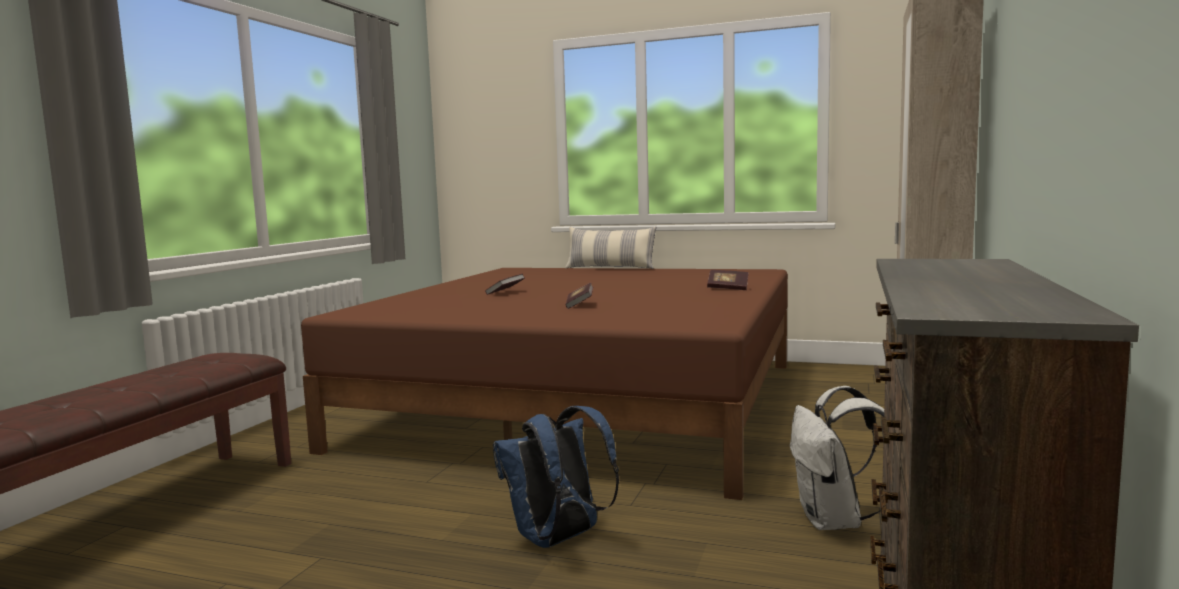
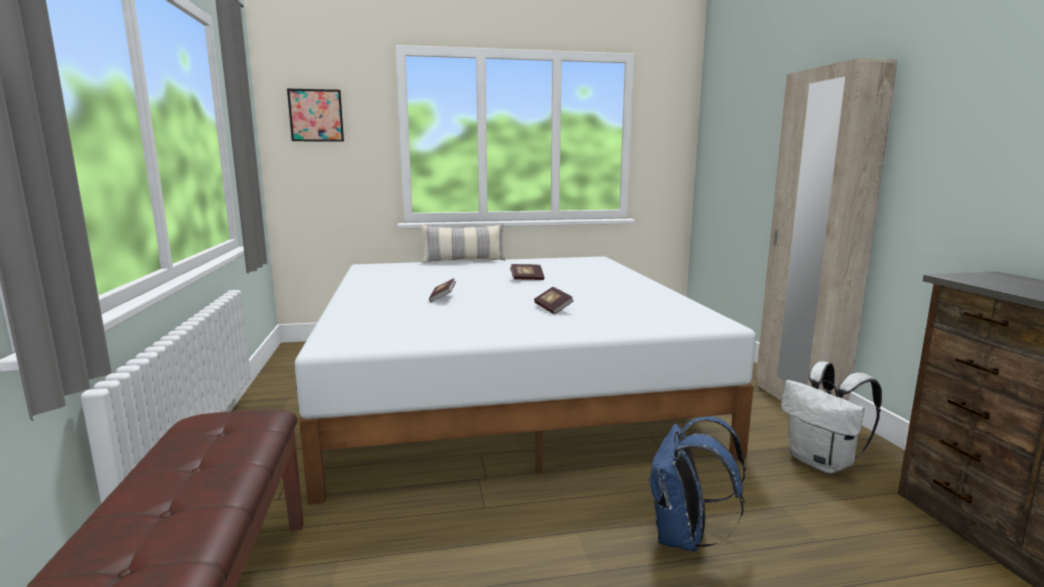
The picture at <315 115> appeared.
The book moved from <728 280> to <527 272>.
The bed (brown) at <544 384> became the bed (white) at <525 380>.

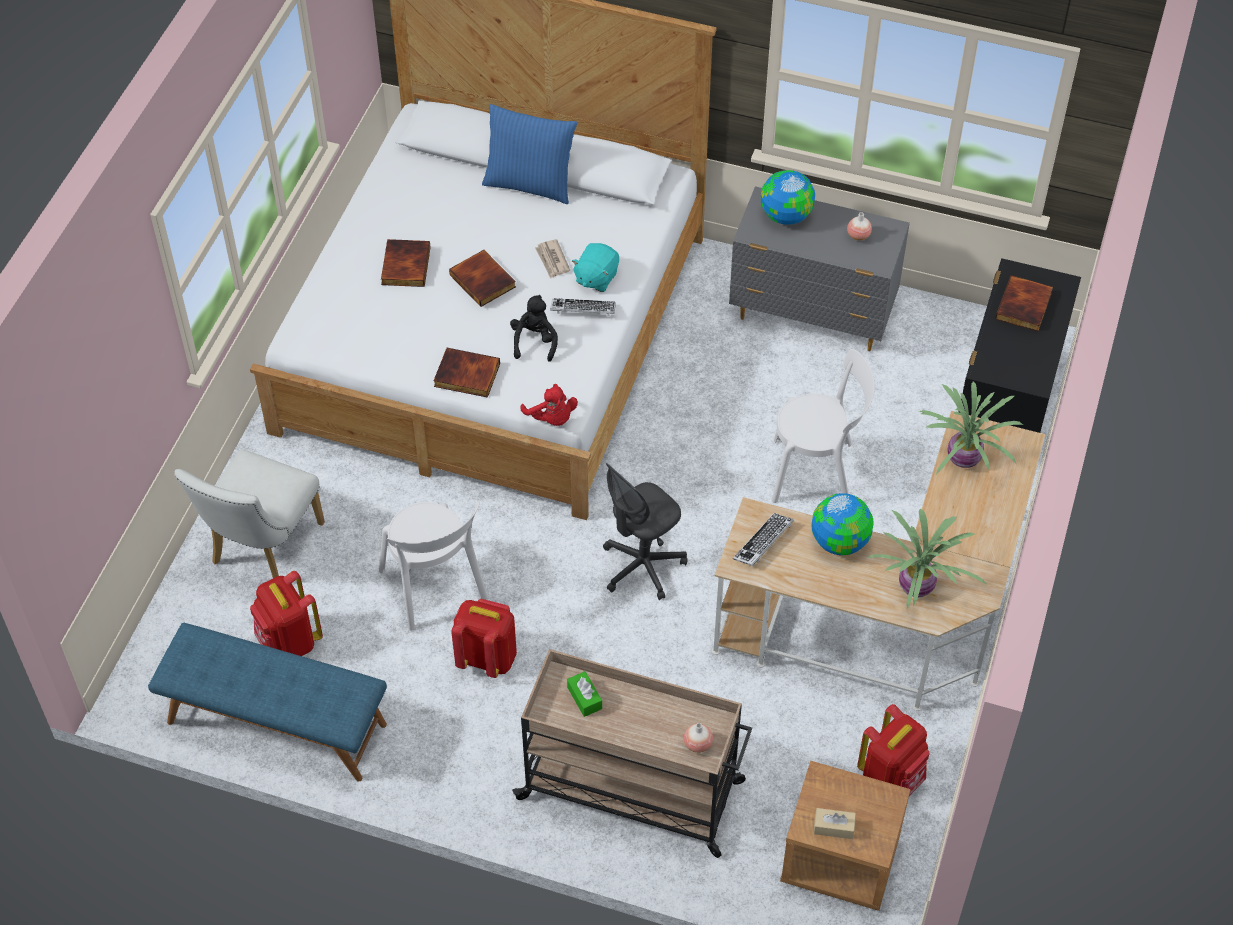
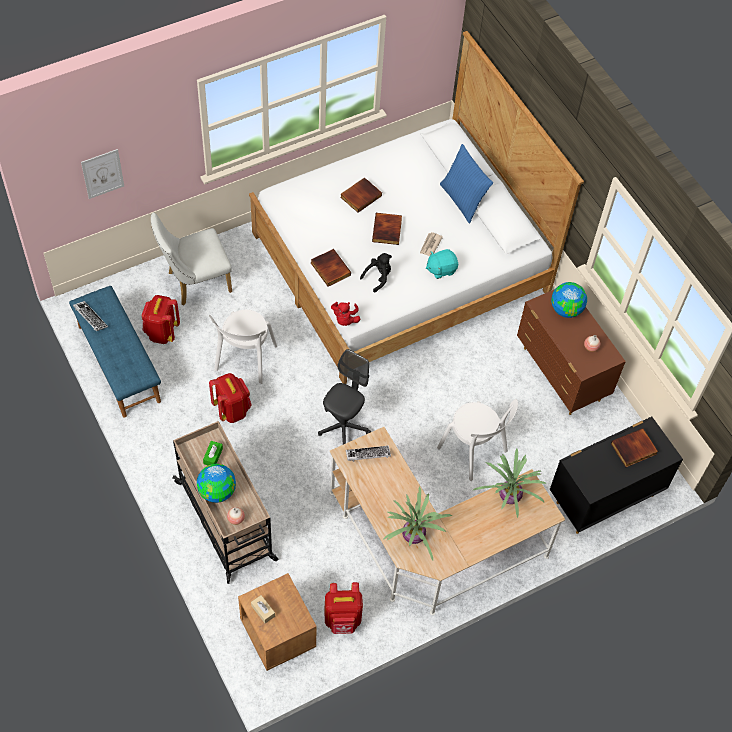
The picture at <102 174> appeared.
The keyboard moved from <583 307> to <90 316>.
The globe moved from <842 524> to <216 483>.
The dresser (grey) at <819 268> became the dresser (brown) at <571 352>.
The office chair (grey) at <645 531> turned 120 degrees clockwise.

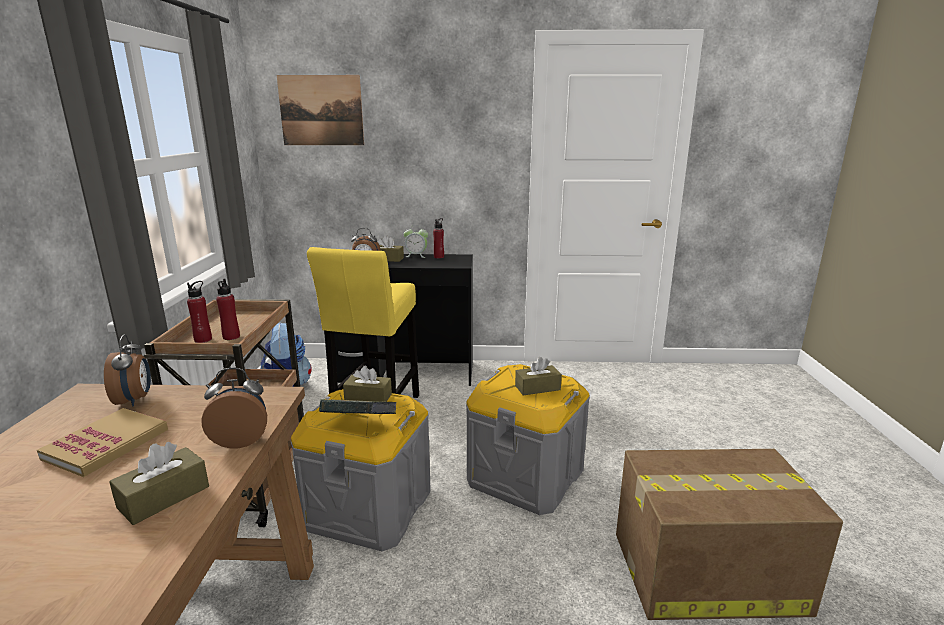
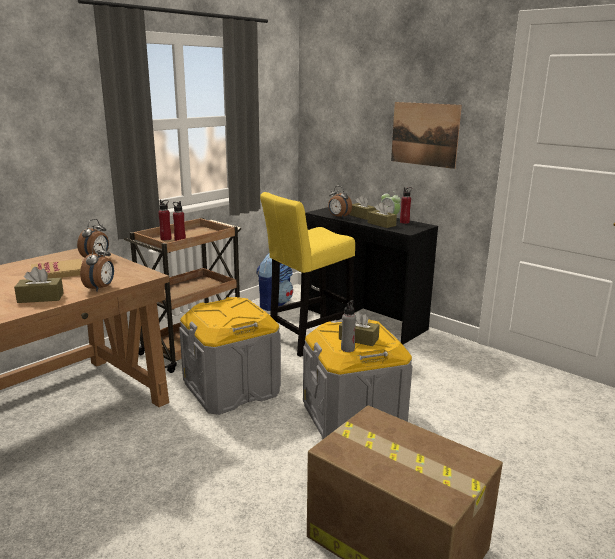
The book at <358 406> disappeared.
The bottle (grey) at <348 326> appeared.
The picture moved from <320 110> to <426 135>.
The tissue box (brown) moved from <367 383> to <382 215>.
The alarm clock at <234 408> turned 75 degrees clockwise.

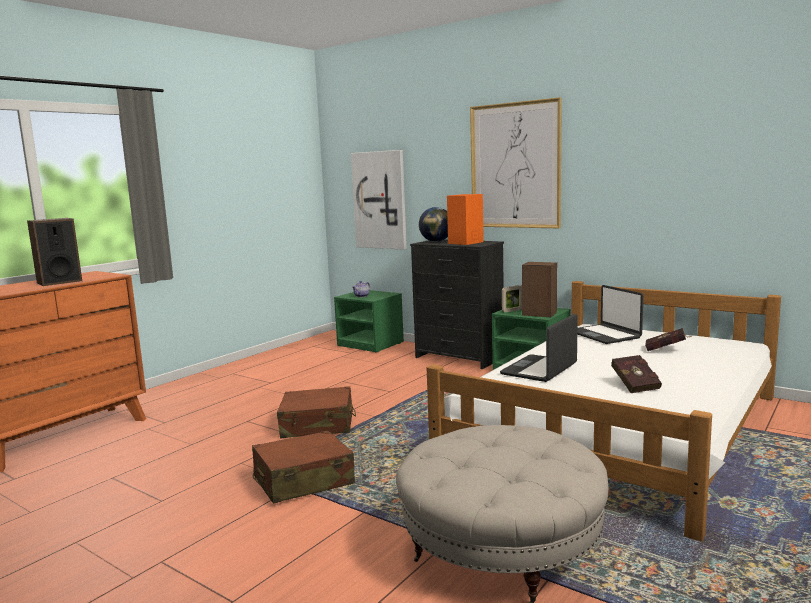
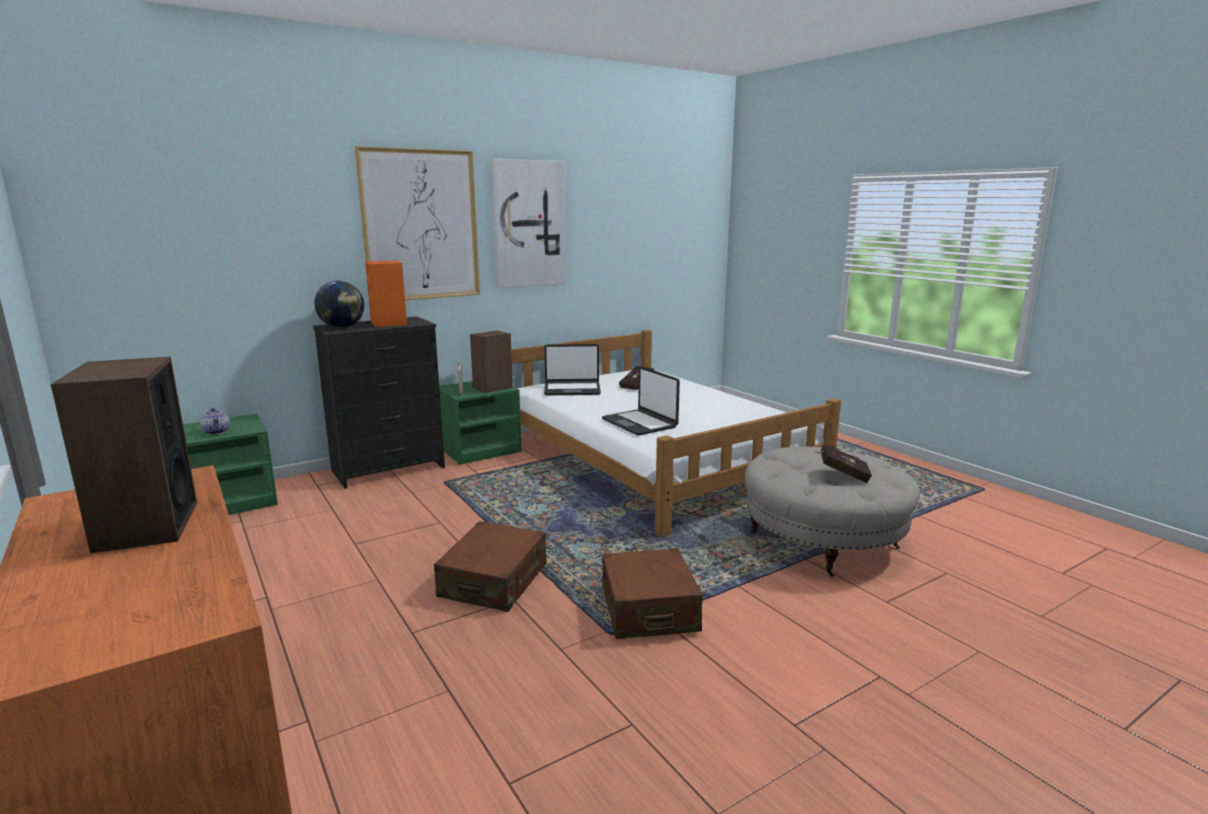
The picture moved from <379 200> to <528 223>.
The book (red) moved from <636 374> to <843 463>.

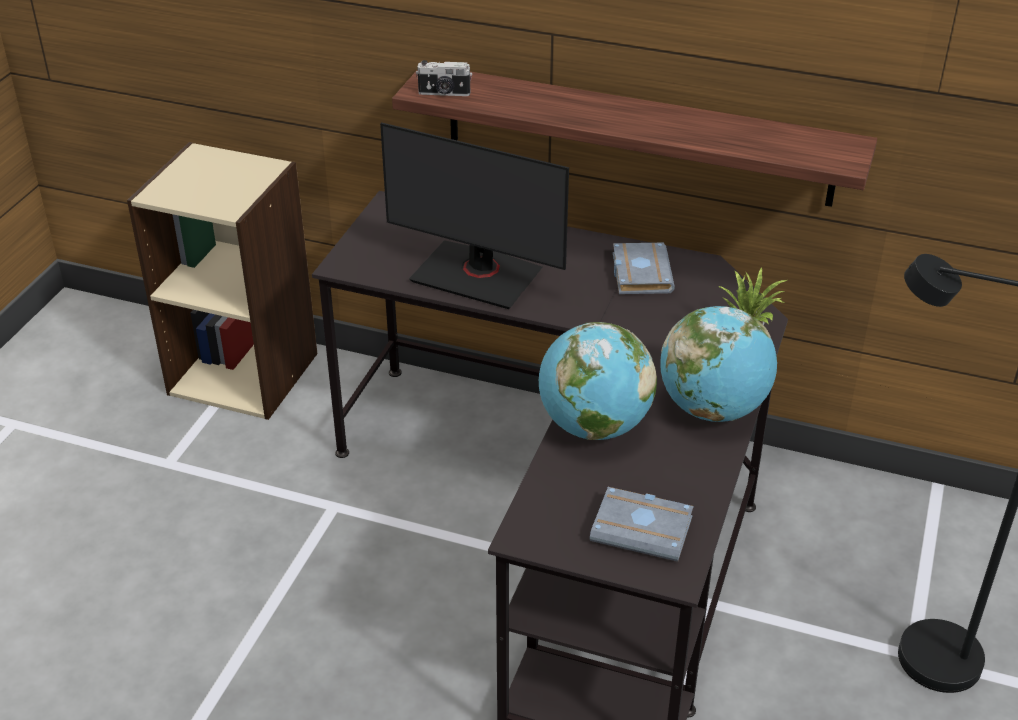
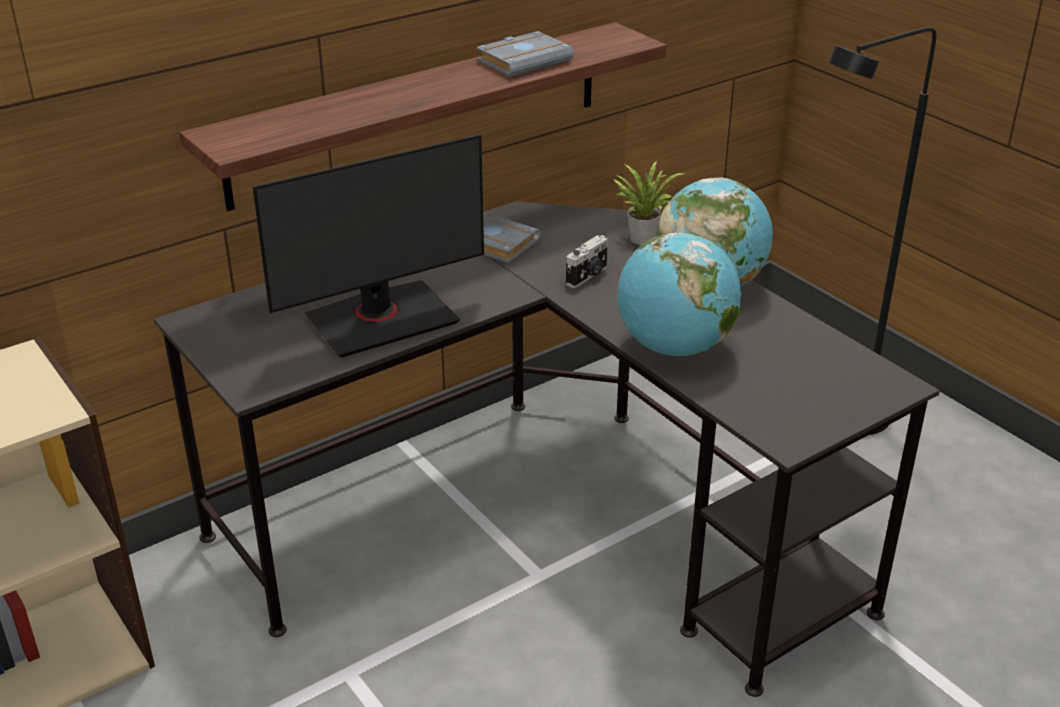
The photo camera moved from <444 78> to <587 261>.
The book (grey) moved from <642 524> to <525 54>.

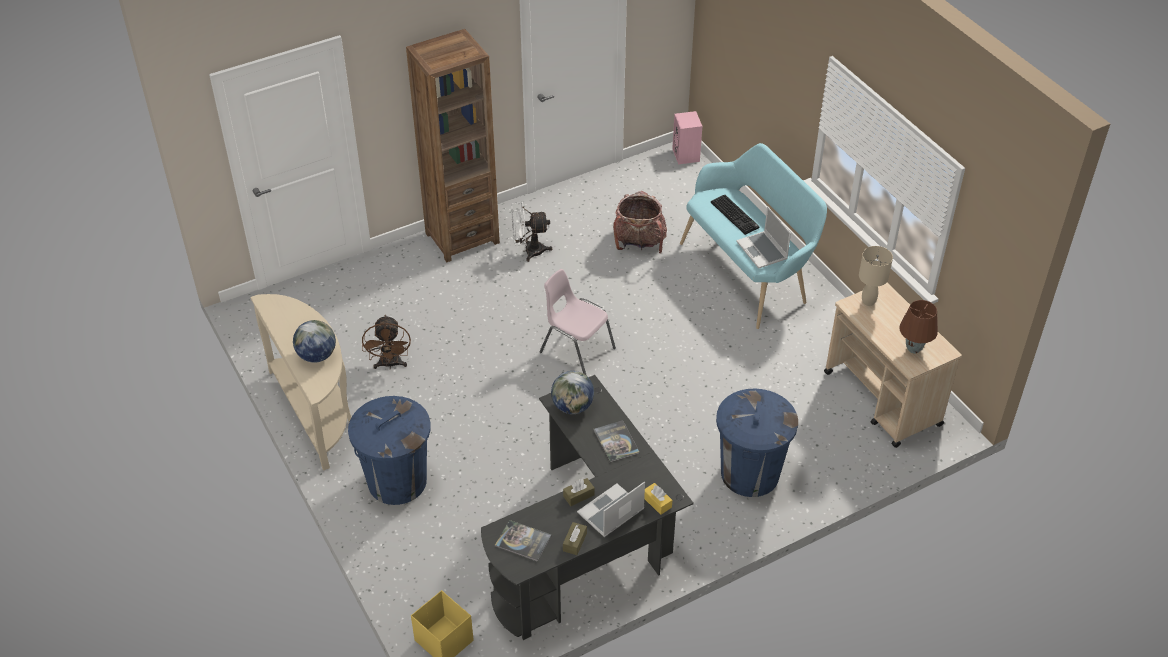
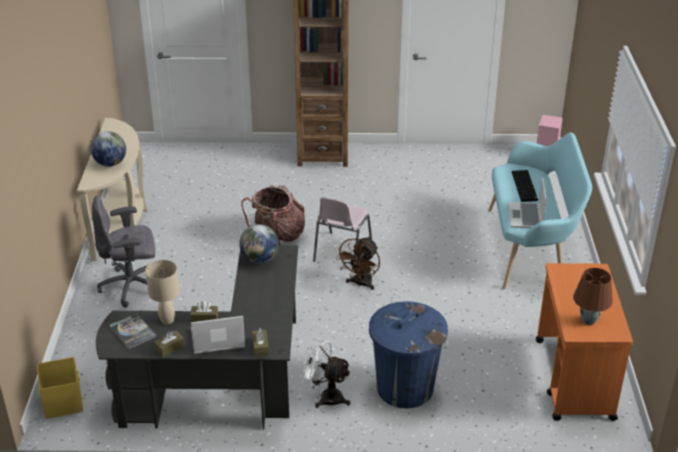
The book at <616 441> disappeared.
The fan (brown) moved from <386 341> to <358 263>.
The fan (white) moved from <531 231> to <325 373>.
The backpack moved from <640 222> to <273 215>.
The table lamp (beige) moved from <876 276> to <162 292>.
The trash can (blue) at <389 450> was replaced by the office chair (grey) at <123 251>.
The tissue box (yellow) at <658 499> became the tissue box (brown) at <260 342>.
The cart (beige) at <893 365> became the cart (orange) at <584 342>.
The chair (pink) at <577 322> turned 135 degrees counterclockwise.

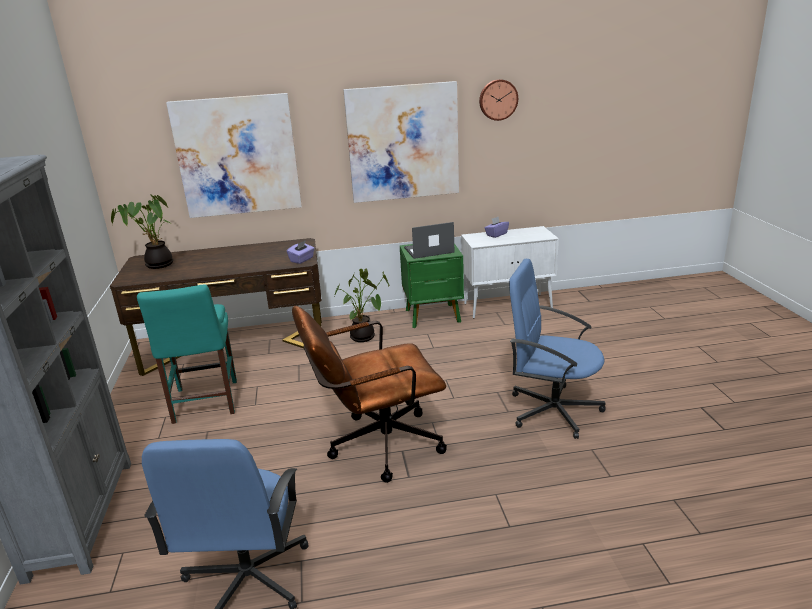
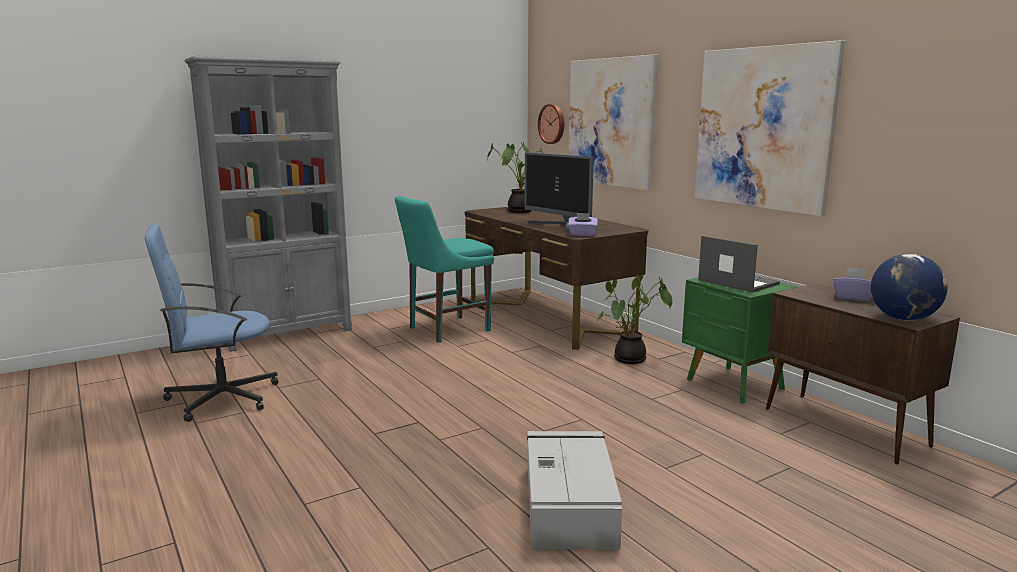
The office chair (brown) at <369 394> disappeared.
The monitor at <559 192> appeared.
The globe at <909 287> appeared.
The wall clock moved from <498 100> to <551 124>.
The office chair (blue) at <557 349> was replaced by the storage box (grey) at <574 490>.
The cabinet (white) at <510 272> became the cabinet (brown) at <863 374>.

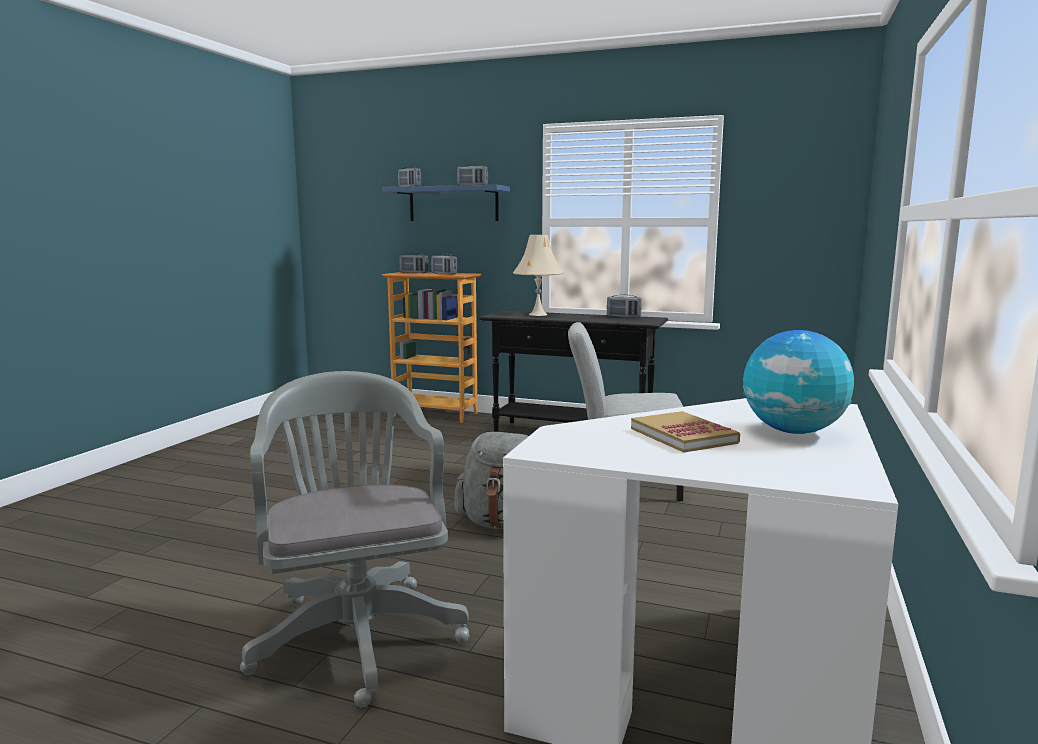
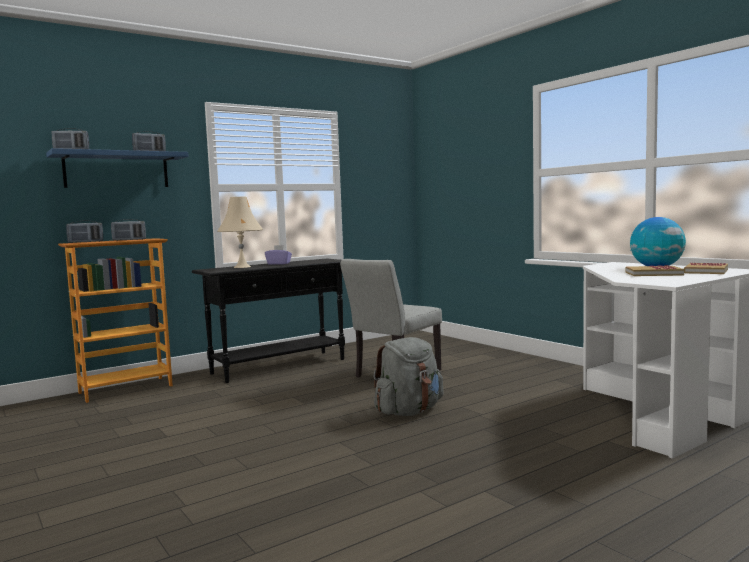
The office chair (grey) at <355 539> disappeared.
The radio at <624 306> disappeared.
The tissue box (purple) at <278 255> appeared.
The book at <706 268> appeared.

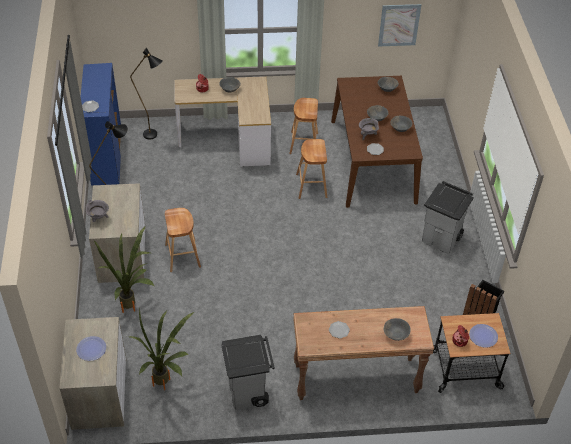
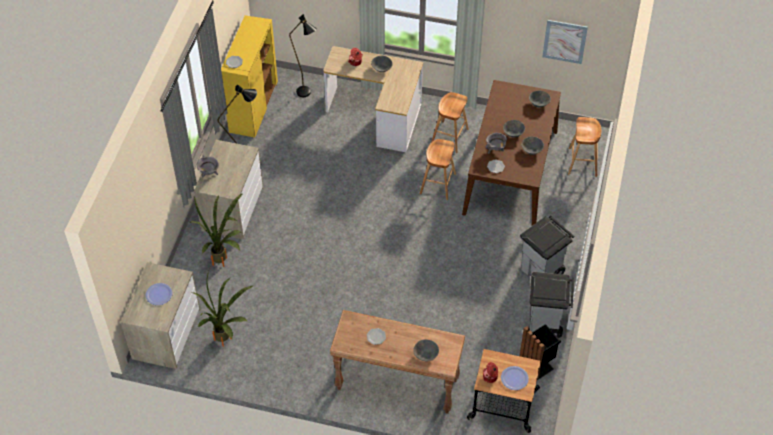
The stool (brown) moved from <183 240> to <585 147>.
The trash can (grey) moved from <248 372> to <552 305>.
The cabinet (blue) at <100 124> became the cabinet (yellow) at <249 76>.

